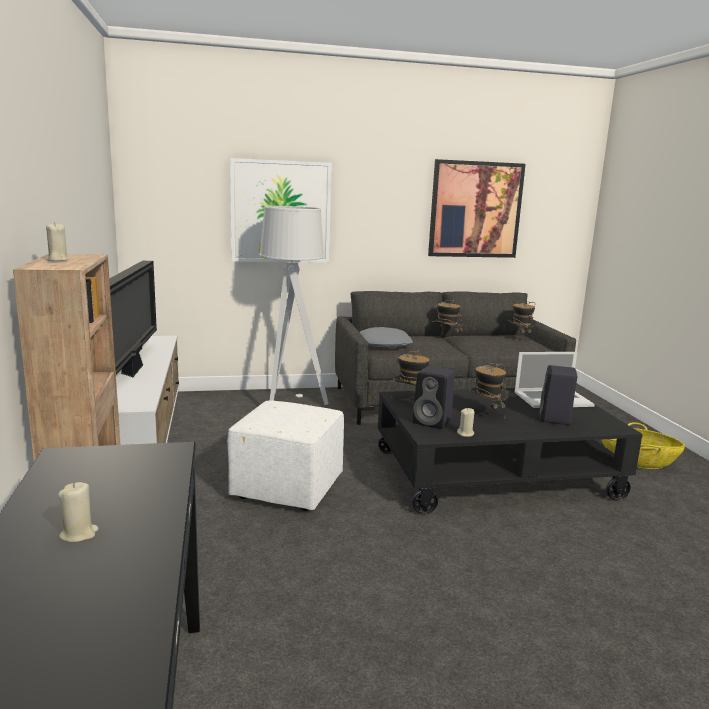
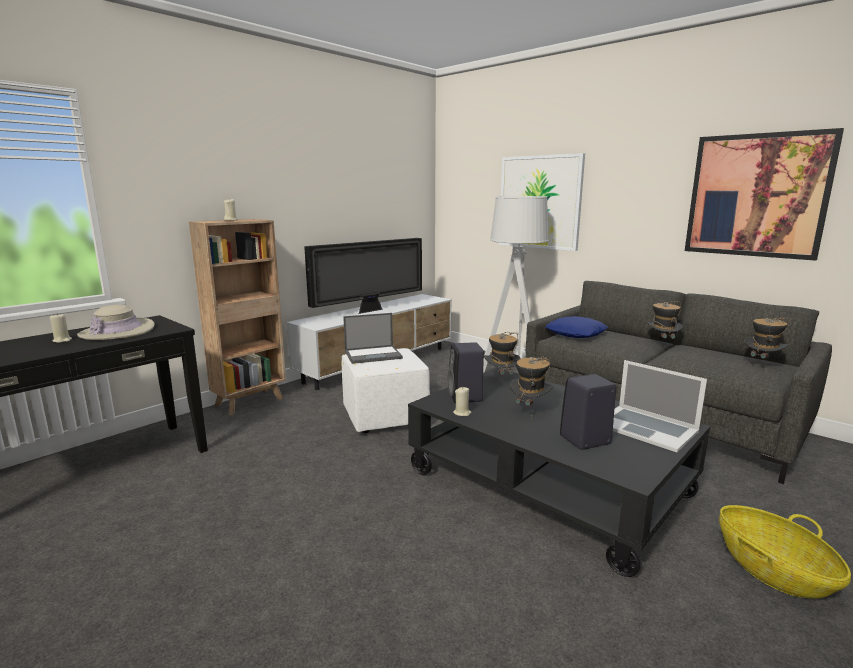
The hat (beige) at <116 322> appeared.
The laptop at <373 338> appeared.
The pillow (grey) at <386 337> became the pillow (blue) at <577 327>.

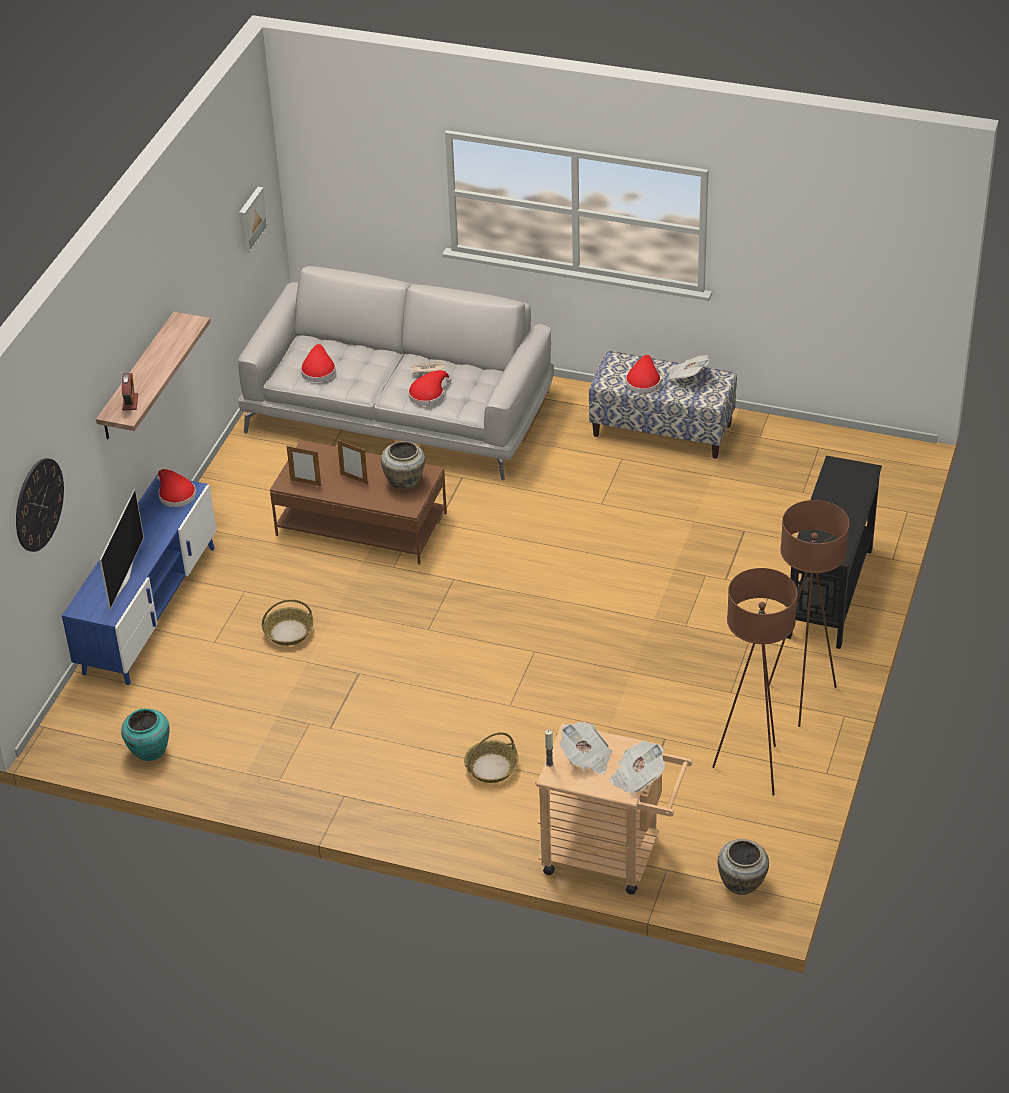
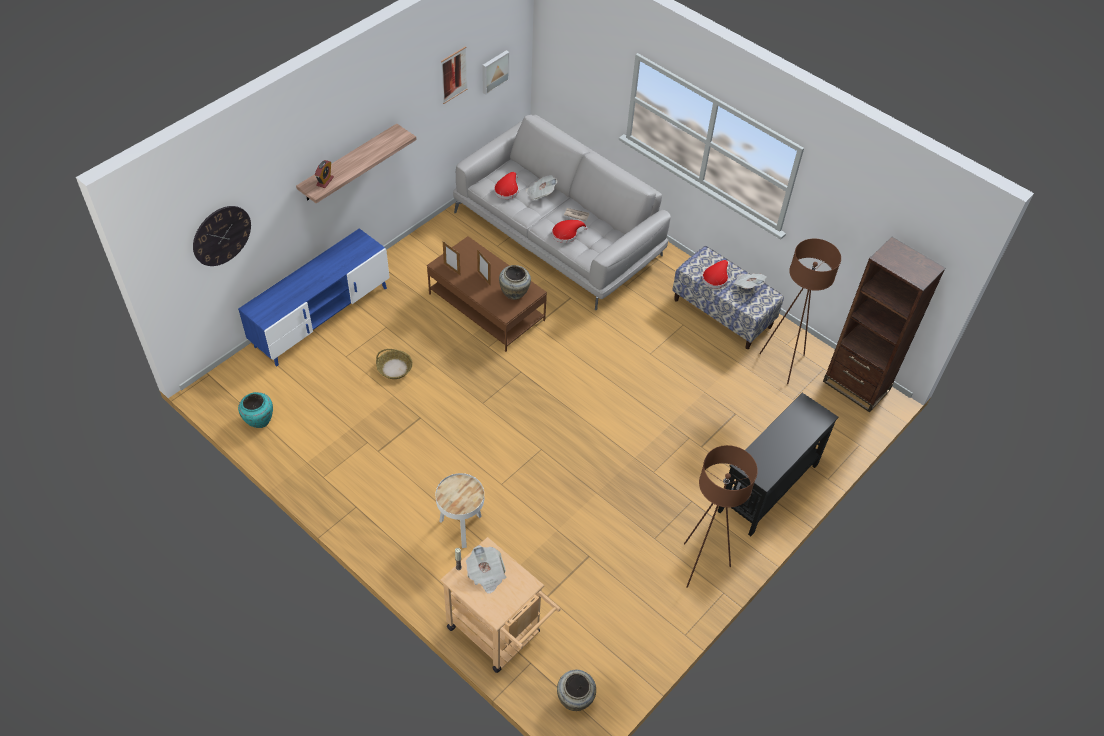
The television at <122 549> disappeared.
The hat (red) at <176 488> disappeared.
The picture at <454 75> appeared.
The bookcase (brown) at <884 324> appeared.
The newspaper moved from <637 768> to <542 187>.
The floor lamp (brown) moved from <755 681> to <800 311>.
The basket at <491 757> was replaced by the side table (white) at <460 510>.

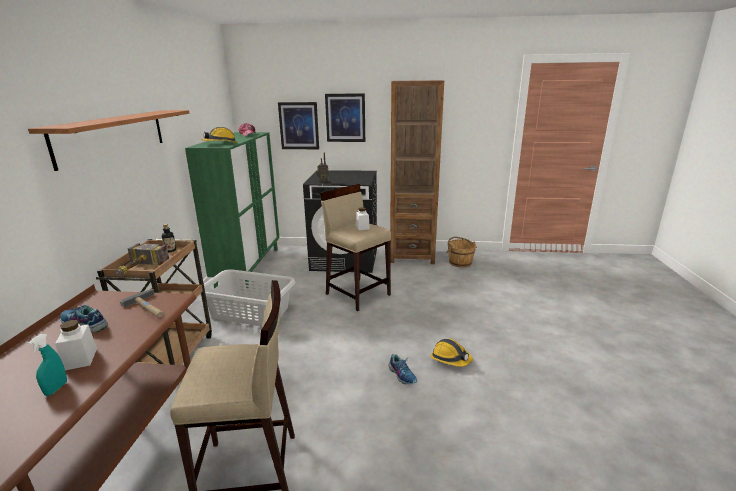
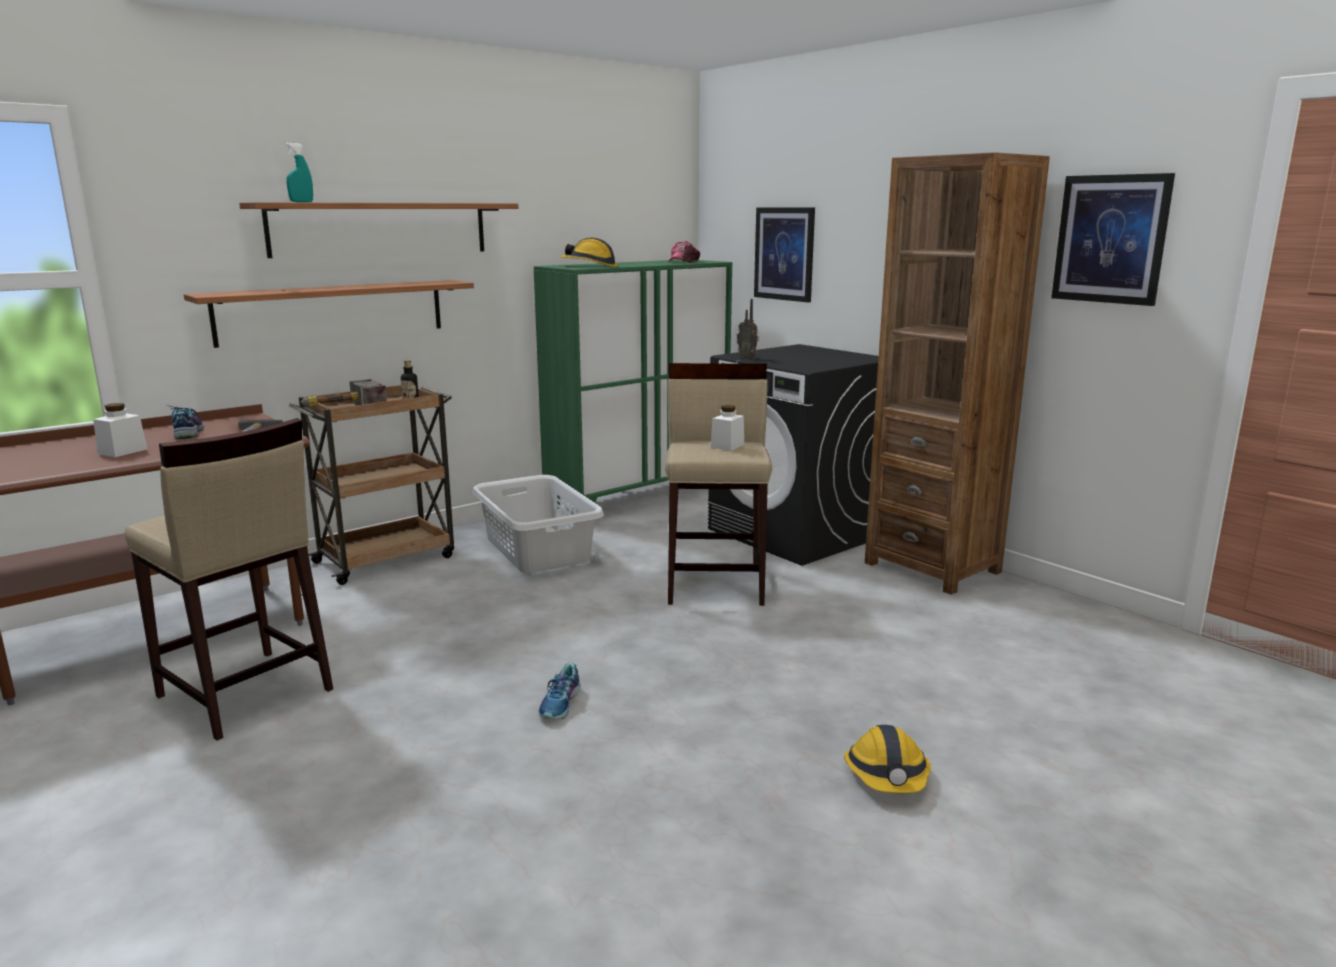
The bucket (brown) at <461 252> disappeared.
The shelf at <329 314> appeared.
The spray bottle (turquoise) moved from <47 365> to <299 172>.
The picture moved from <345 117> to <1113 239>.
The hard hat moved from <452 353> to <887 759>.

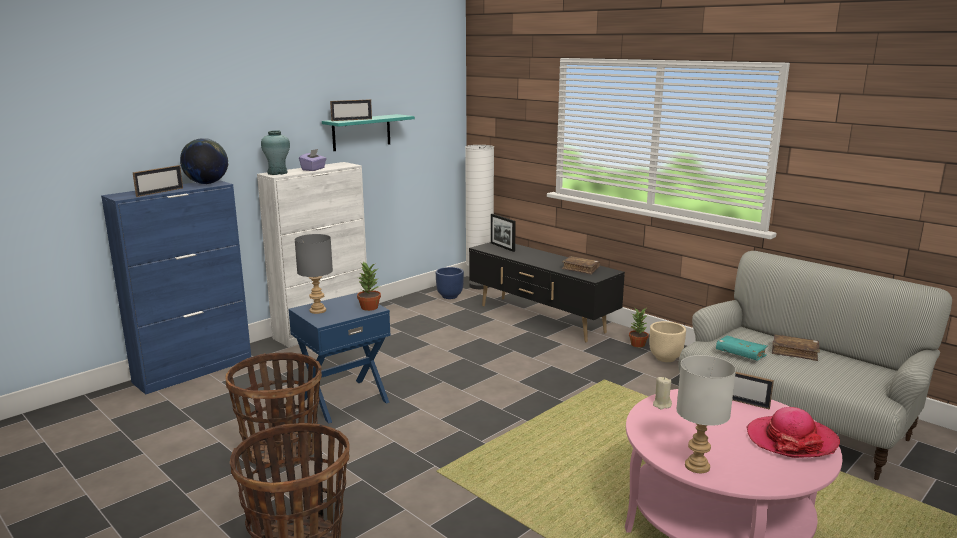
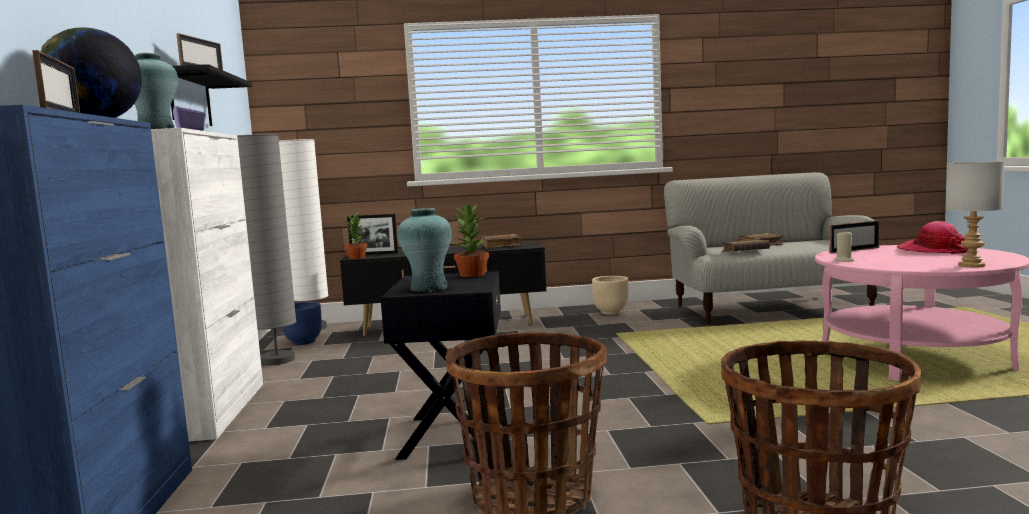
The floor lamp (grey) at <267 250> appeared.
The potted plant moved from <639 328> to <355 235>.
The table lamp (grey) at <314 274> was replaced by the vase (turquoise) at <424 250>.
The side table (blue) at <339 358> became the side table (black) at <440 365>.
The shelf (turquoise) at <368 132> became the shelf (black) at <211 95>.
The book (turquoise) at <742 348> became the book (brown) at <745 245>.

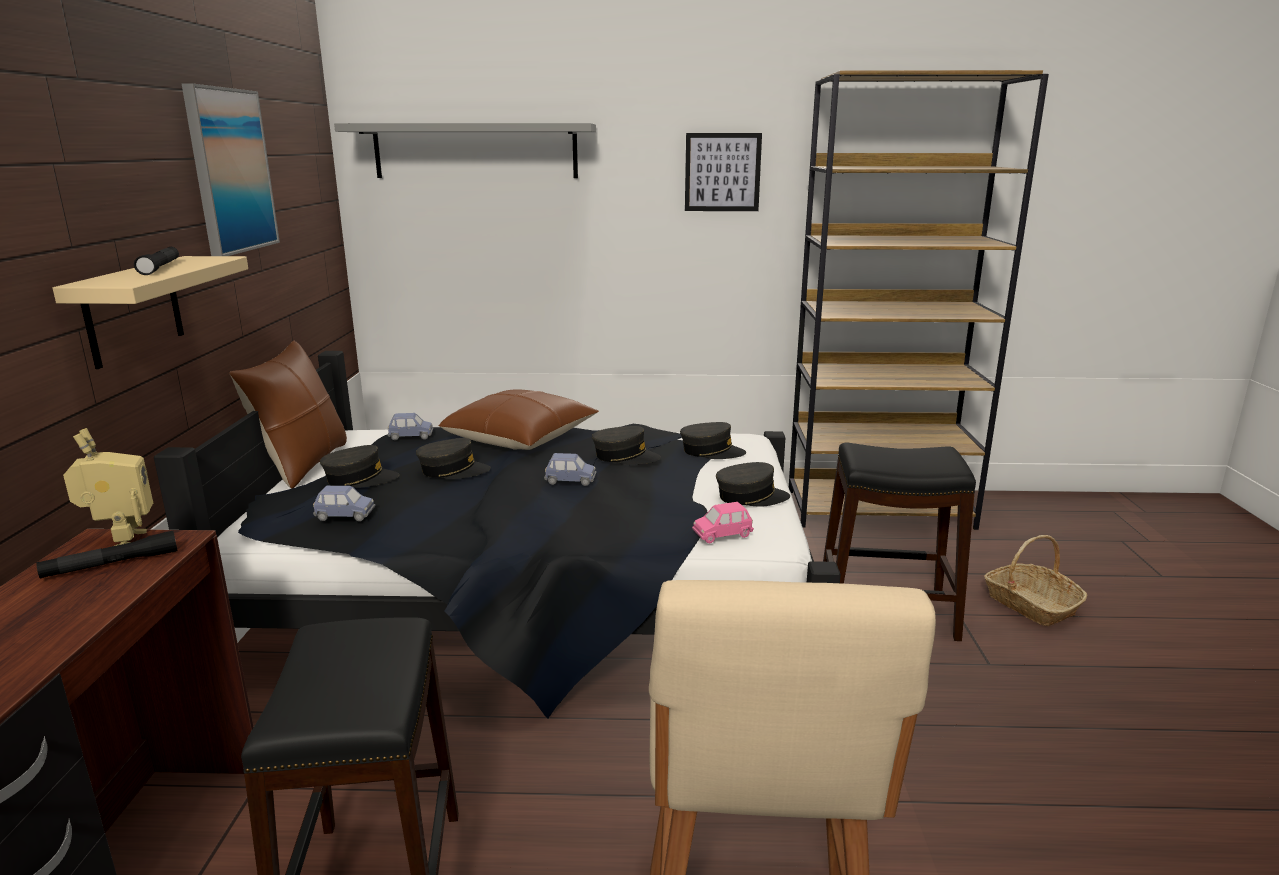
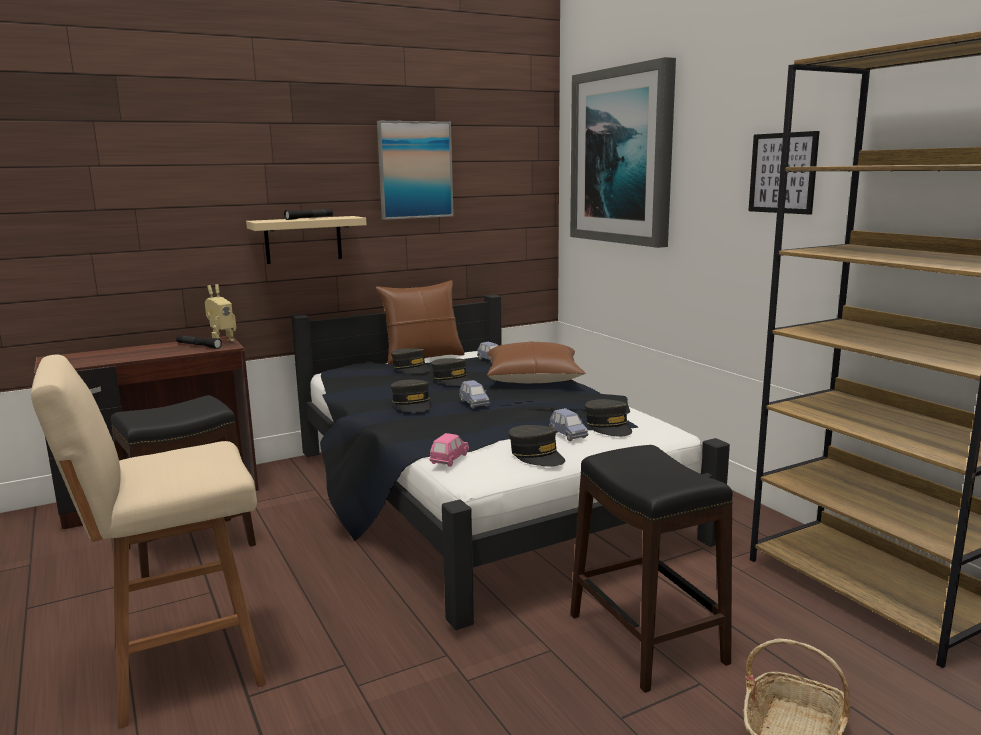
The toy car (blue) moved from <344 503> to <568 424>.
The cap (grey) moved from <626 445> to <411 395>.
The shelf (grey) at <465 150> was replaced by the picture at <623 152>.
The toy car (pink) at <723 522> turned 75 degrees clockwise.

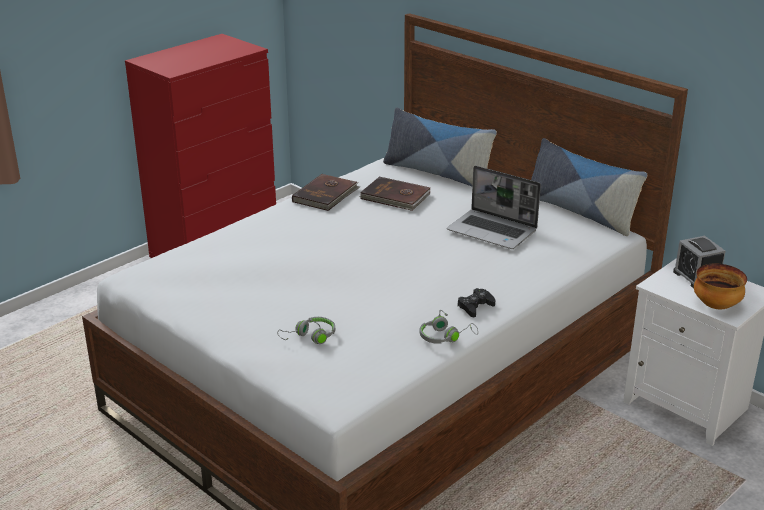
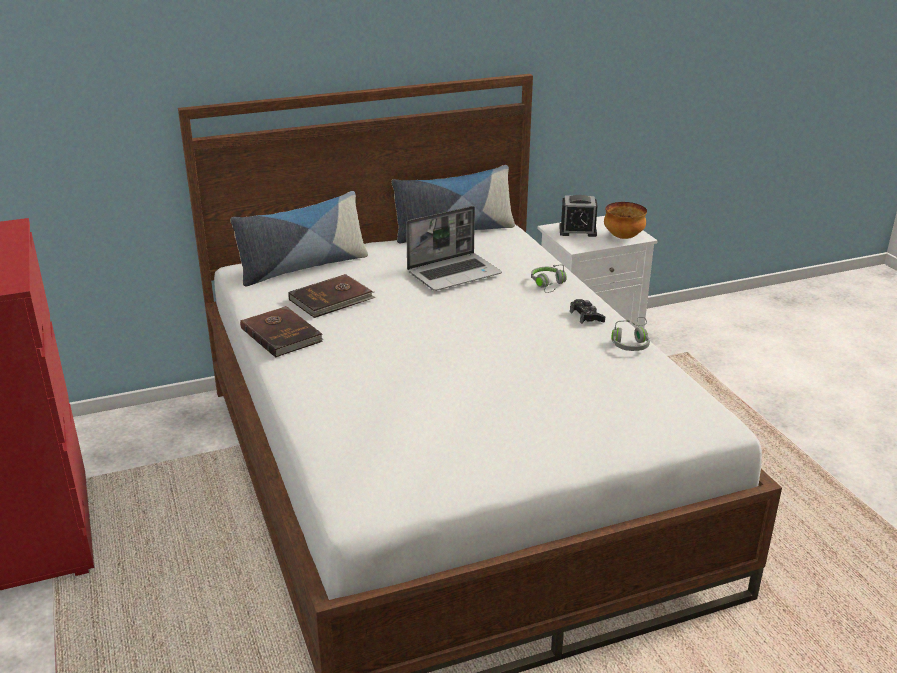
The headphones (grey) moved from <306 330> to <548 278>.

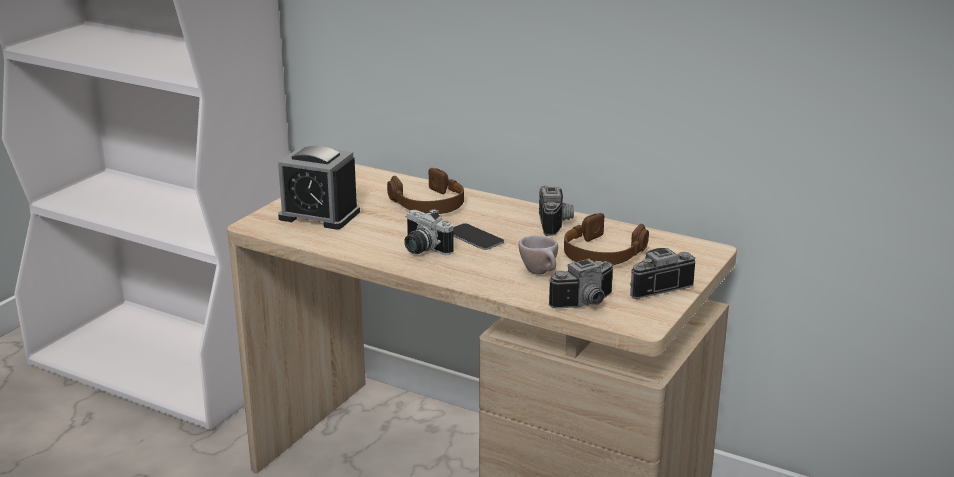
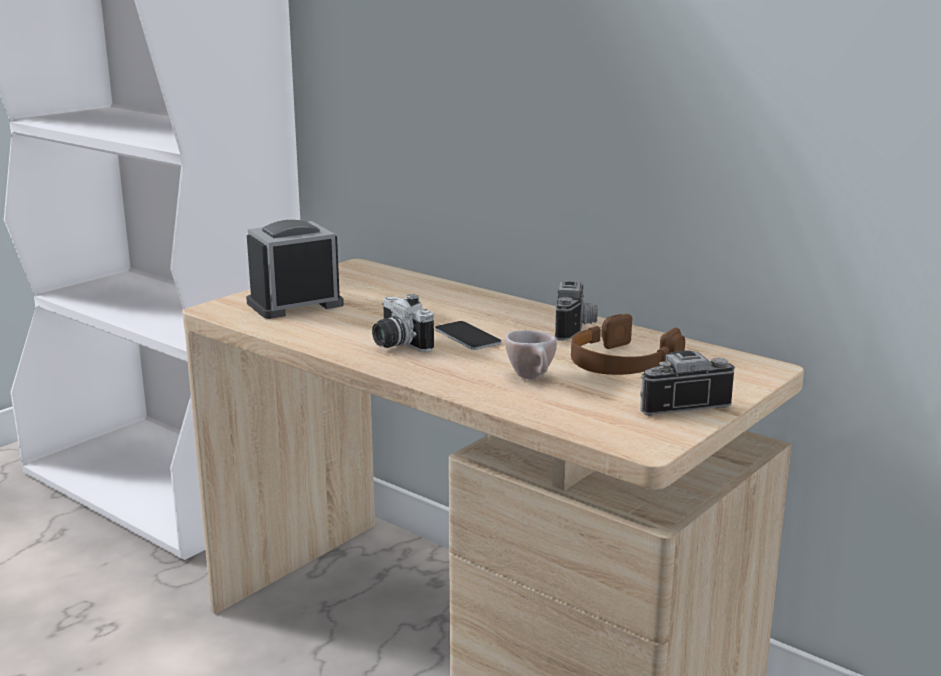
The headphones (brown) at <425 191> disappeared.
The photo camera at <581 283> disappeared.
The alarm clock at <319 187> turned 120 degrees clockwise.

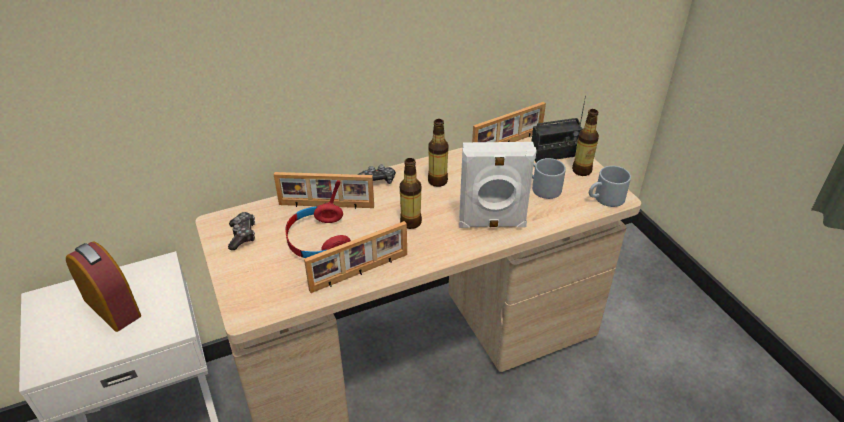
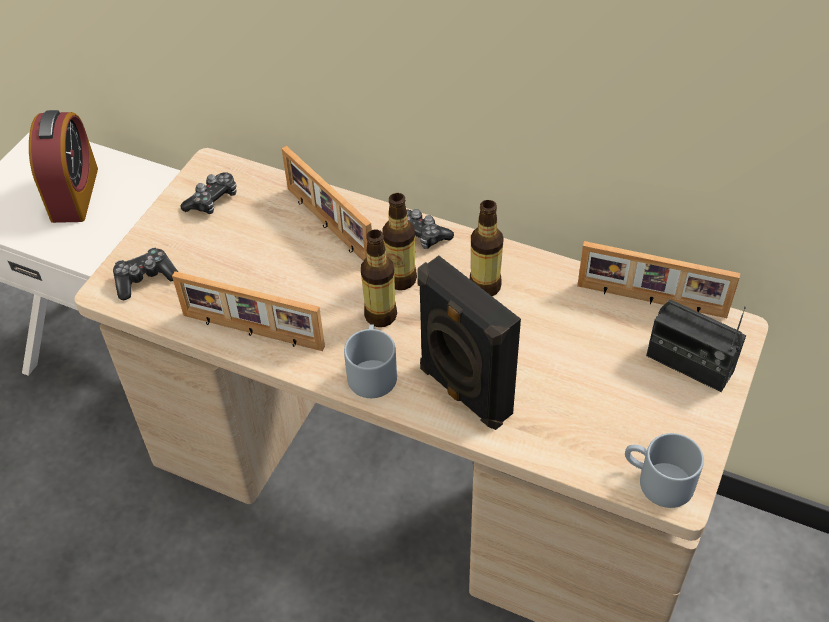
The headphones (red) at <318 219> disappeared.
The game controller at <145 273> appeared.
The mug (grey) moved from <549 178> to <370 361>.
The bottle moved from <585 142> to <399 241>.
The speaker (white) at <498 185> became the speaker (black) at <469 342>.

